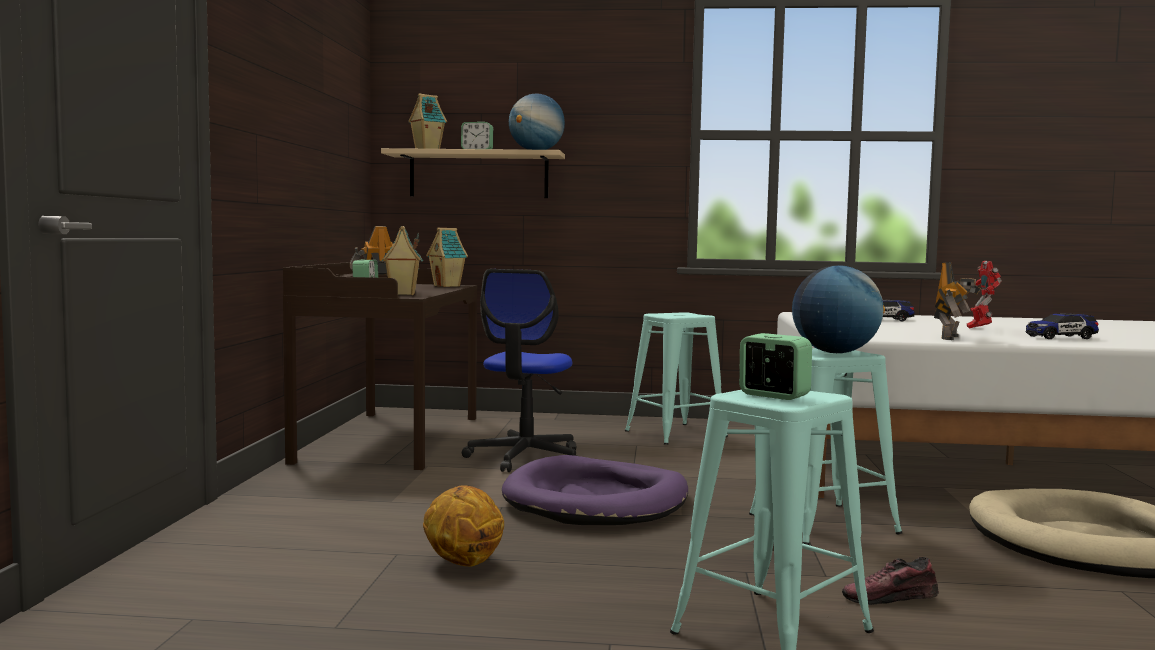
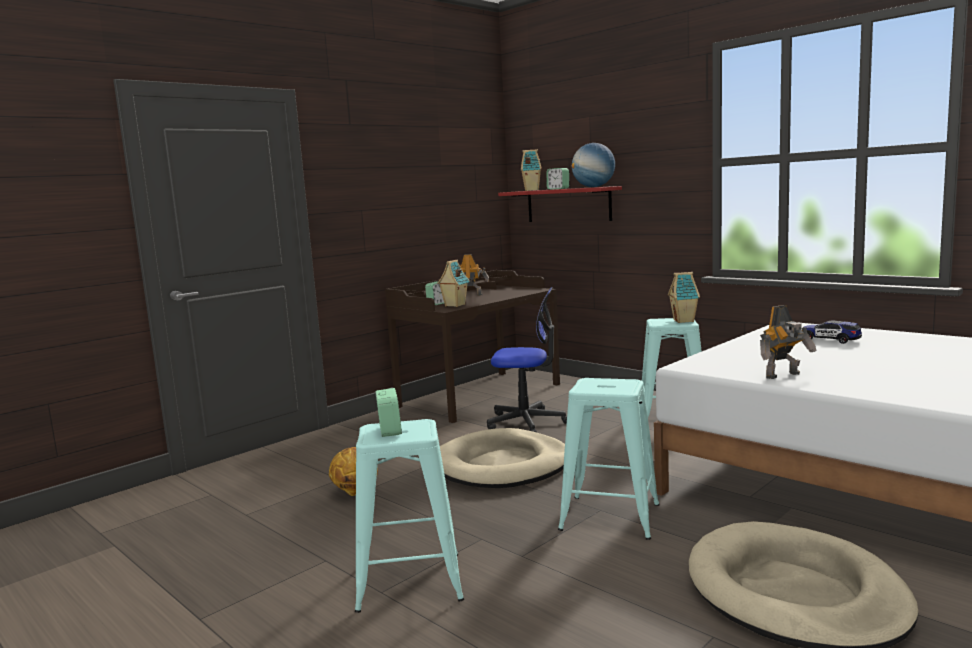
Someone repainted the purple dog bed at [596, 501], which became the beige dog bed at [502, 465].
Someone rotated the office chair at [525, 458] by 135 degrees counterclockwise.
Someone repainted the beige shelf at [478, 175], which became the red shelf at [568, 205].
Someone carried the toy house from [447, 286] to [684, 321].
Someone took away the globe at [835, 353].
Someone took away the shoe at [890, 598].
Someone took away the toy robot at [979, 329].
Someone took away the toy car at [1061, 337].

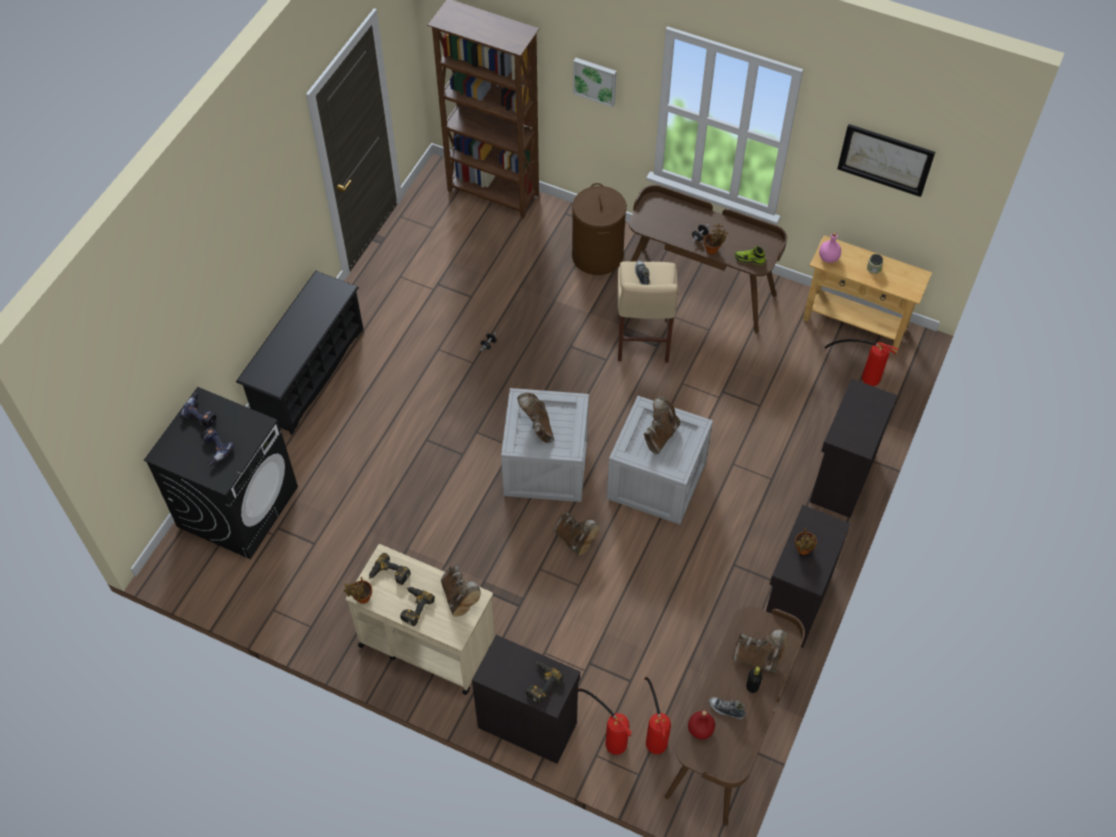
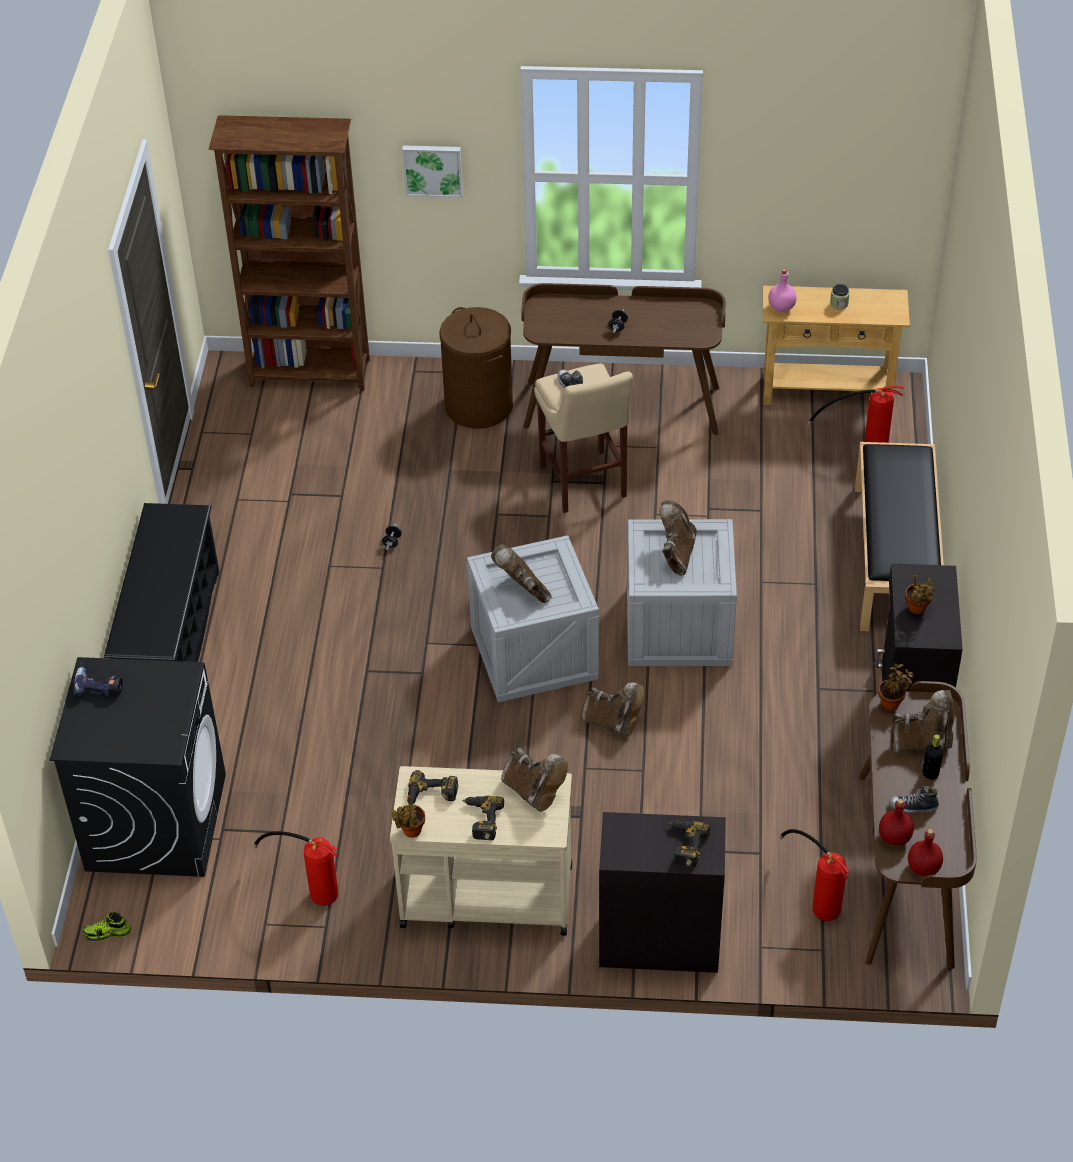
Someone carried the shoe from [749, 259] to [107, 933].
Someone carried the fire extinguisher from [608, 735] to [311, 888].
Someone swapped the black cabinet at [841, 478] for the black bench at [896, 558].
Someone carried the potted plant from [713, 249] to [891, 703].
Someone put down the red bottle at [923, 867].
Someone took away the power drill at [214, 449].
Someone took away the picture at [885, 159].

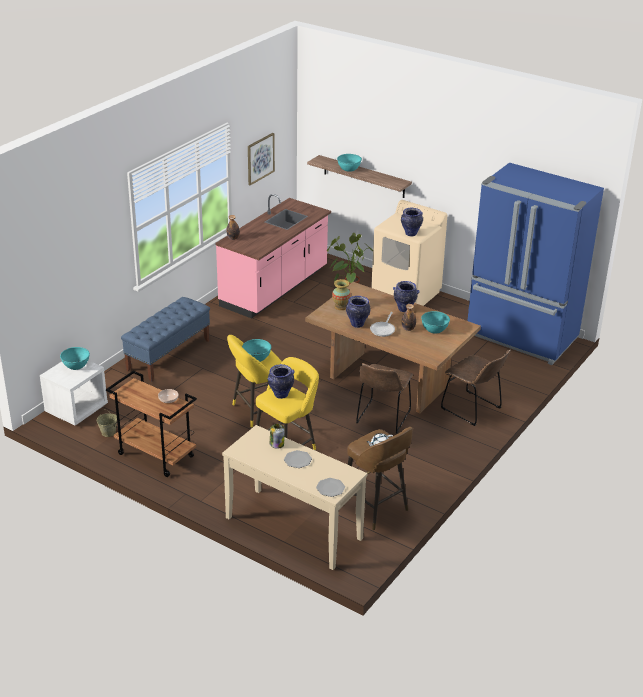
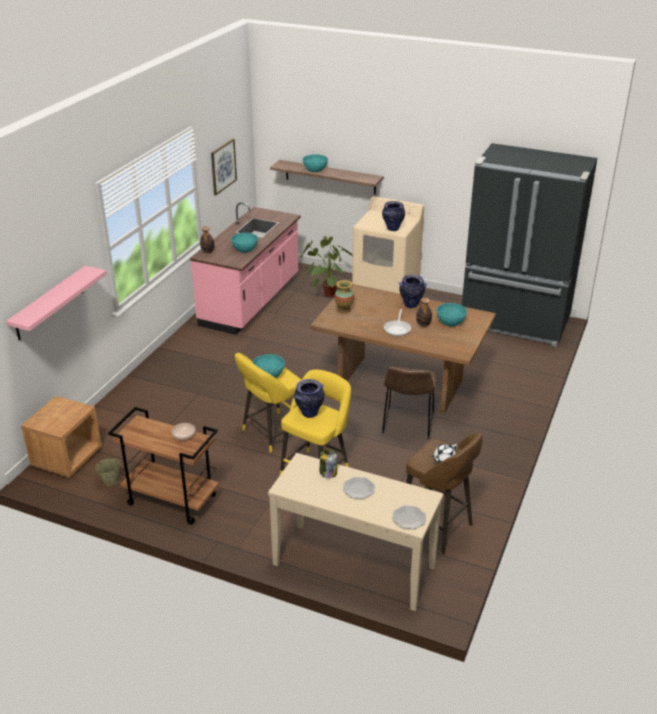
Someone put up the pink shelf at [49, 303].
Someone repainted the white nightstand at [76, 409], which became the brown nightstand at [67, 458].
Someone carried the turquoise bowl from [76, 365] to [245, 249].
Someone repainted the blue fridge at [521, 338], which became the black fridge at [515, 323].
Someone took away the blue bench at [168, 355].
Someone took away the vase at [357, 324].
Someone took away the brown chair at [473, 409].

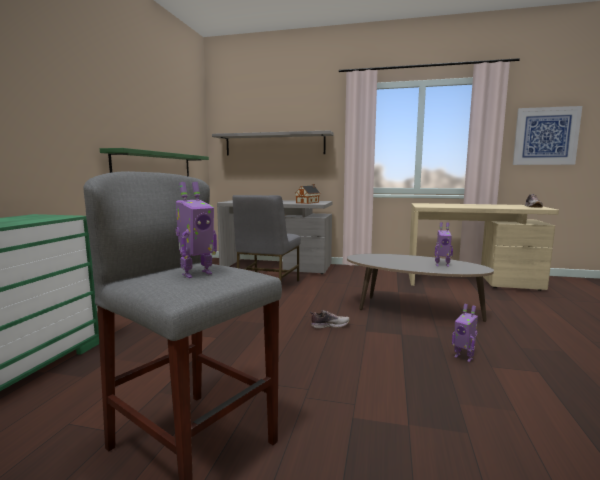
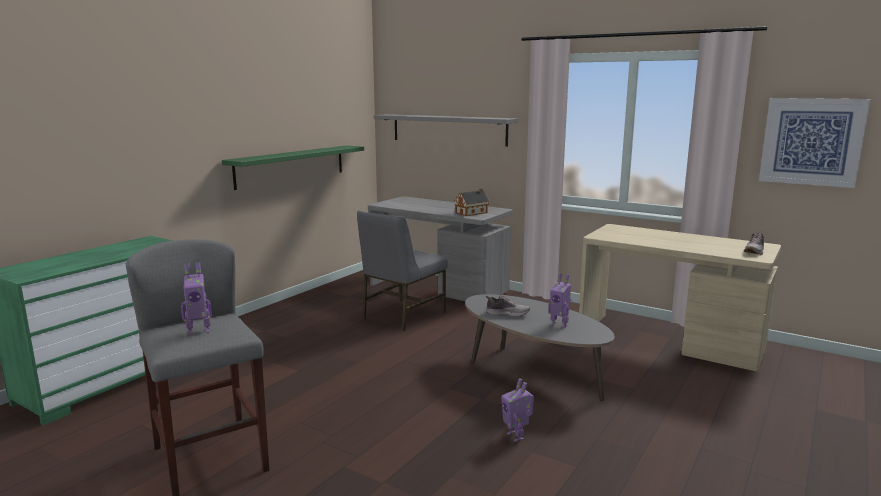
Someone carried the shoe from [329, 325] to [507, 313].

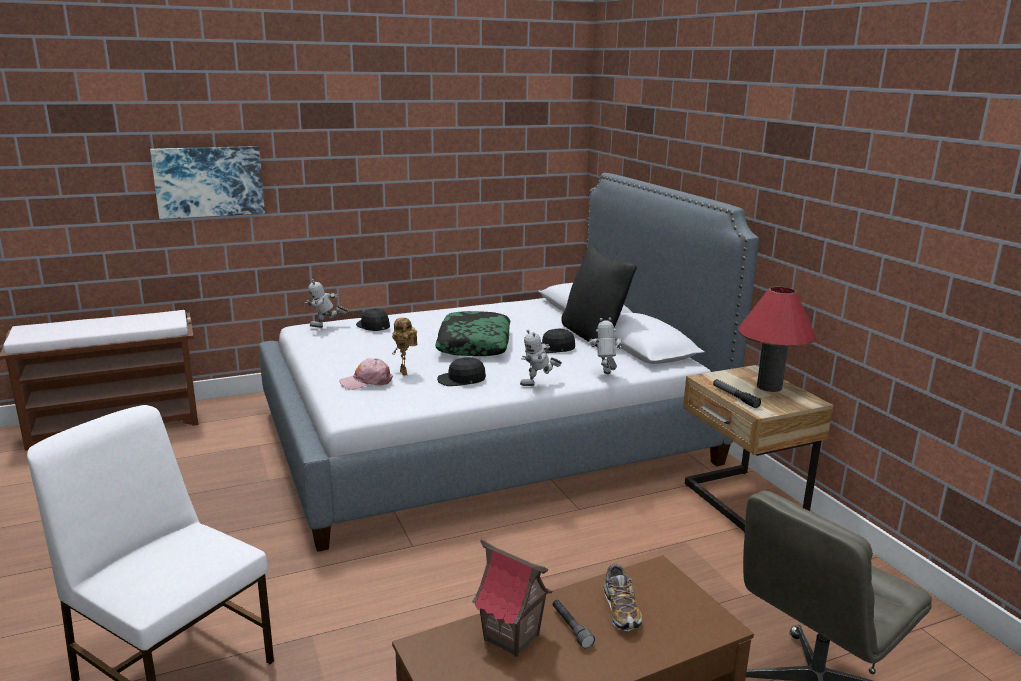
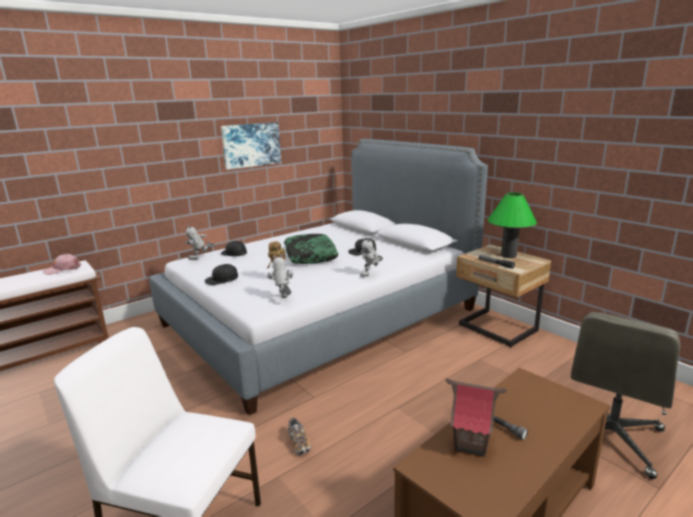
Someone carried the pink cap from [366, 382] to [63, 269].
Someone carried the black cap from [461, 379] to [222, 279].
Someone carried the picture from [209, 181] to [251, 145].
Someone carried the toy robot from [605, 375] to [283, 299].
Someone carried the shoe from [621, 610] to [299, 443].
Someone repainted the red table lamp at [769, 387], which became the green table lamp at [508, 255].
Someone took away the black pillow at [594, 336].

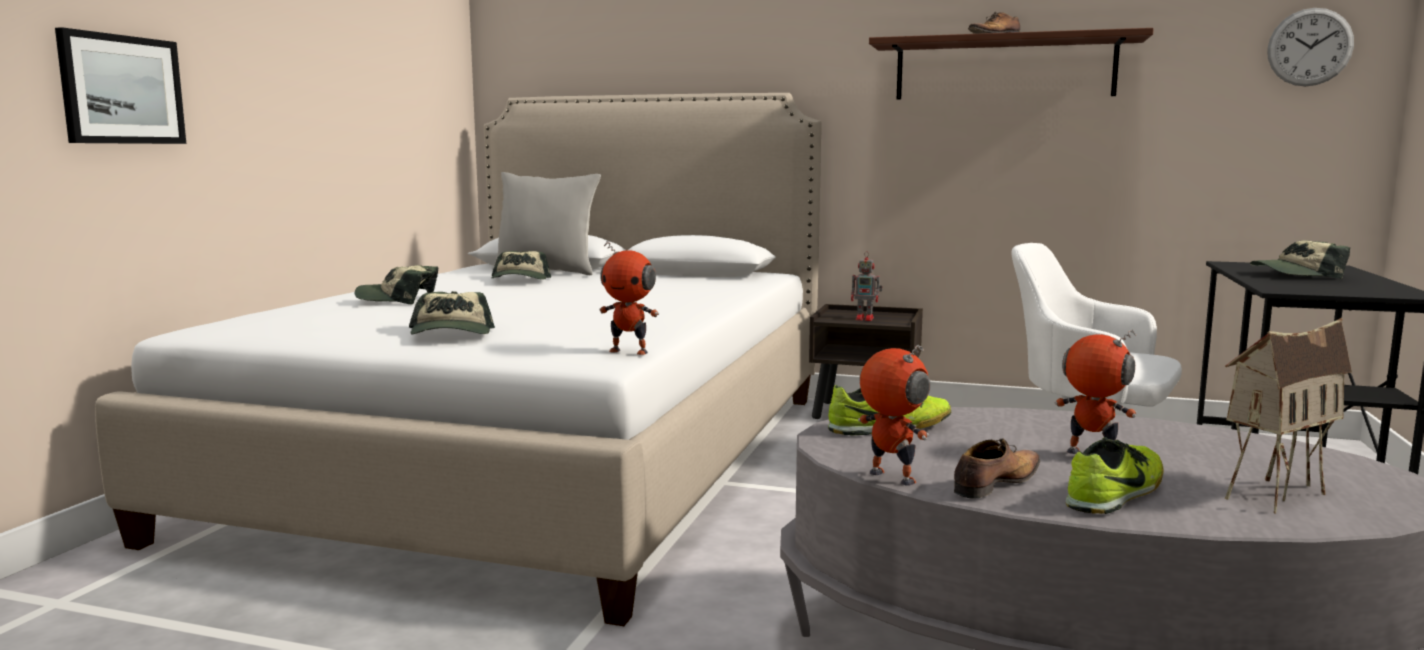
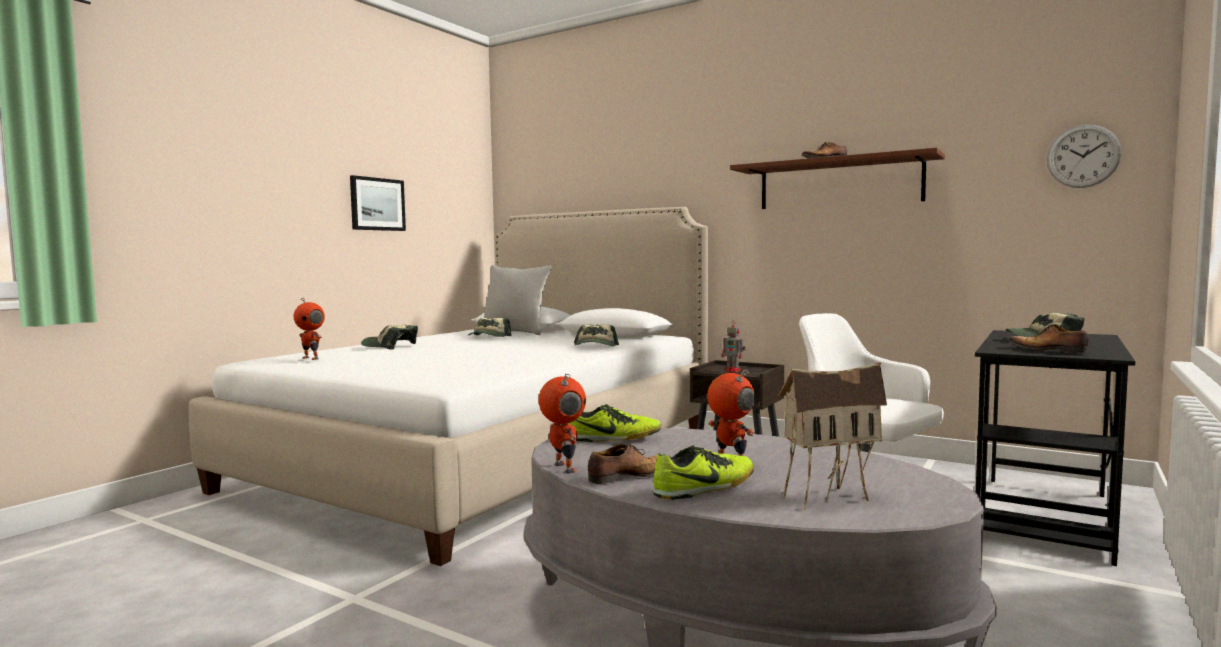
Someone carried the toy robot from [629, 351] to [311, 358].
Someone carried the picture from [121, 90] to [377, 204].
Someone carried the cap from [451, 334] to [595, 347].
Someone put down the shoe at [1048, 350].

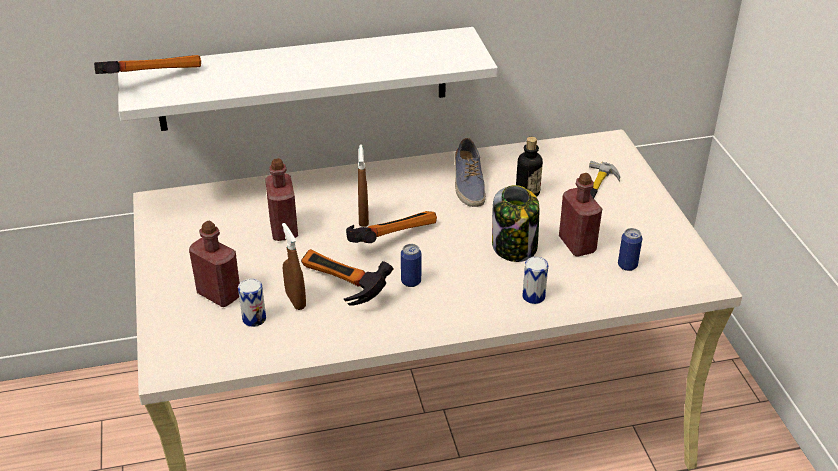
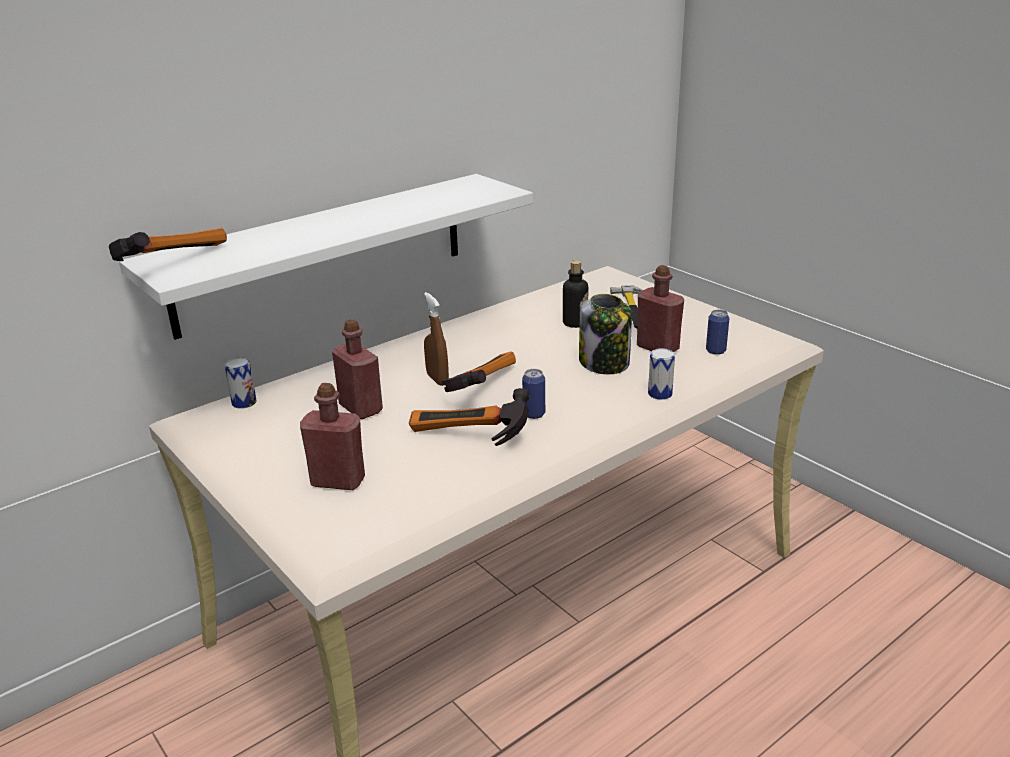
Someone carried the can from [254, 319] to [244, 402].
Someone took away the brown spray bottle at [295, 300].
Someone took away the shoe at [468, 185].

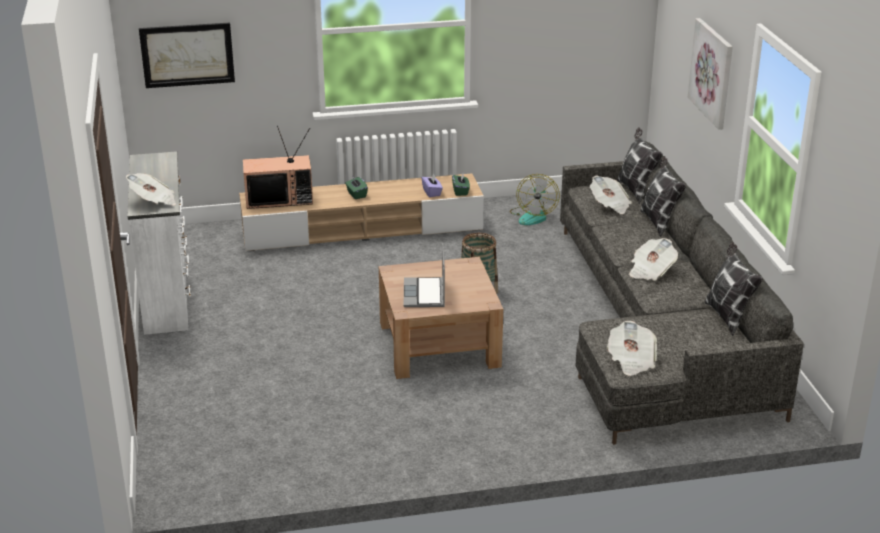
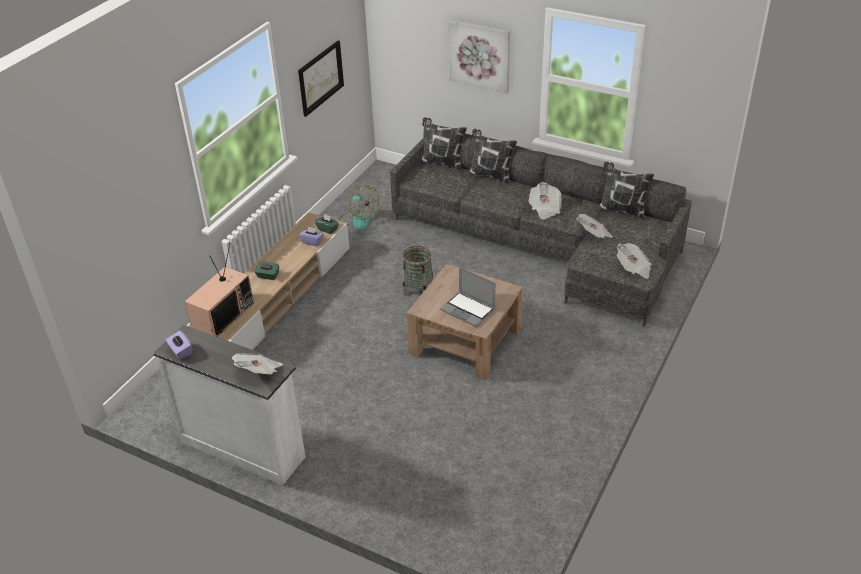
Someone put down the purple tissue box at [180, 351].
Someone carried the picture from [187, 54] to [320, 77].
Someone carried the newspaper from [610, 205] to [593, 235].

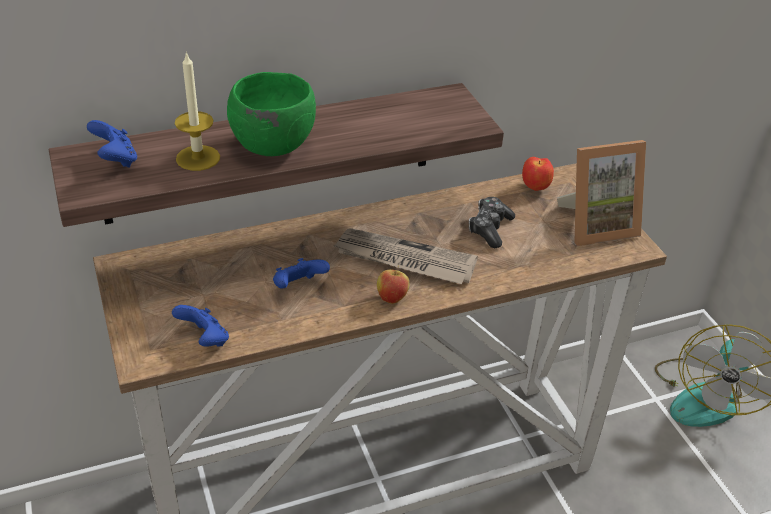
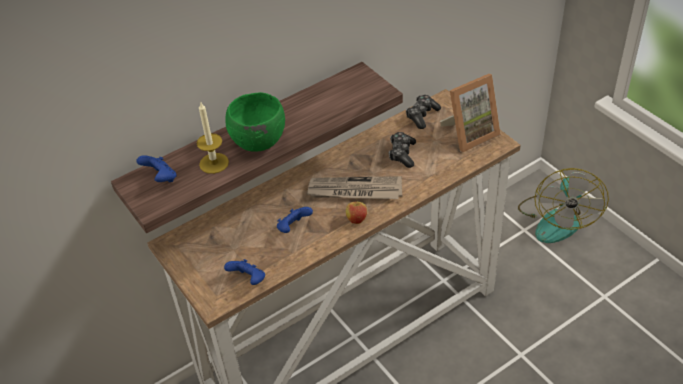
Someone swapped the apple at [535, 187] for the game controller at [422, 116].

